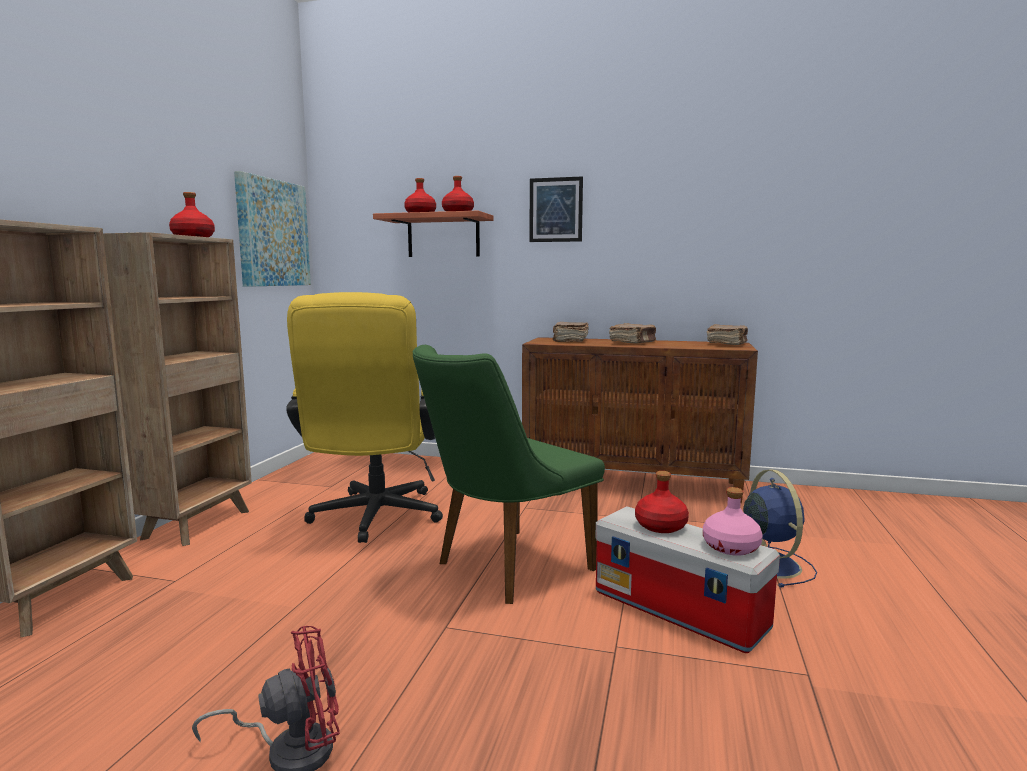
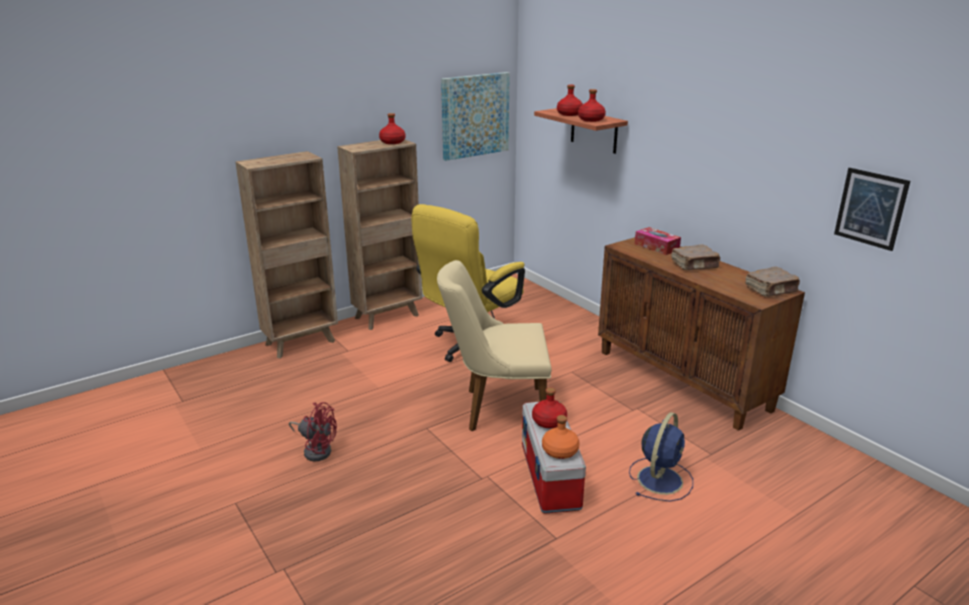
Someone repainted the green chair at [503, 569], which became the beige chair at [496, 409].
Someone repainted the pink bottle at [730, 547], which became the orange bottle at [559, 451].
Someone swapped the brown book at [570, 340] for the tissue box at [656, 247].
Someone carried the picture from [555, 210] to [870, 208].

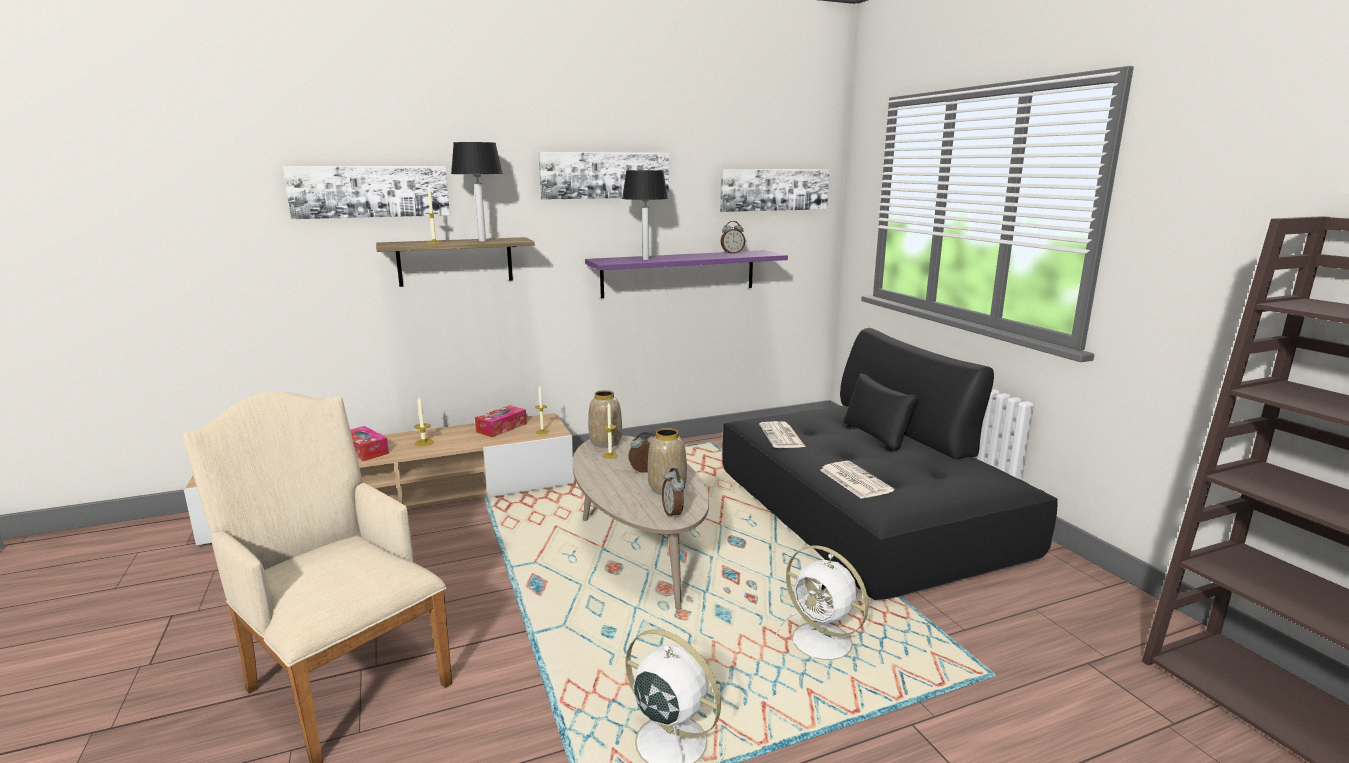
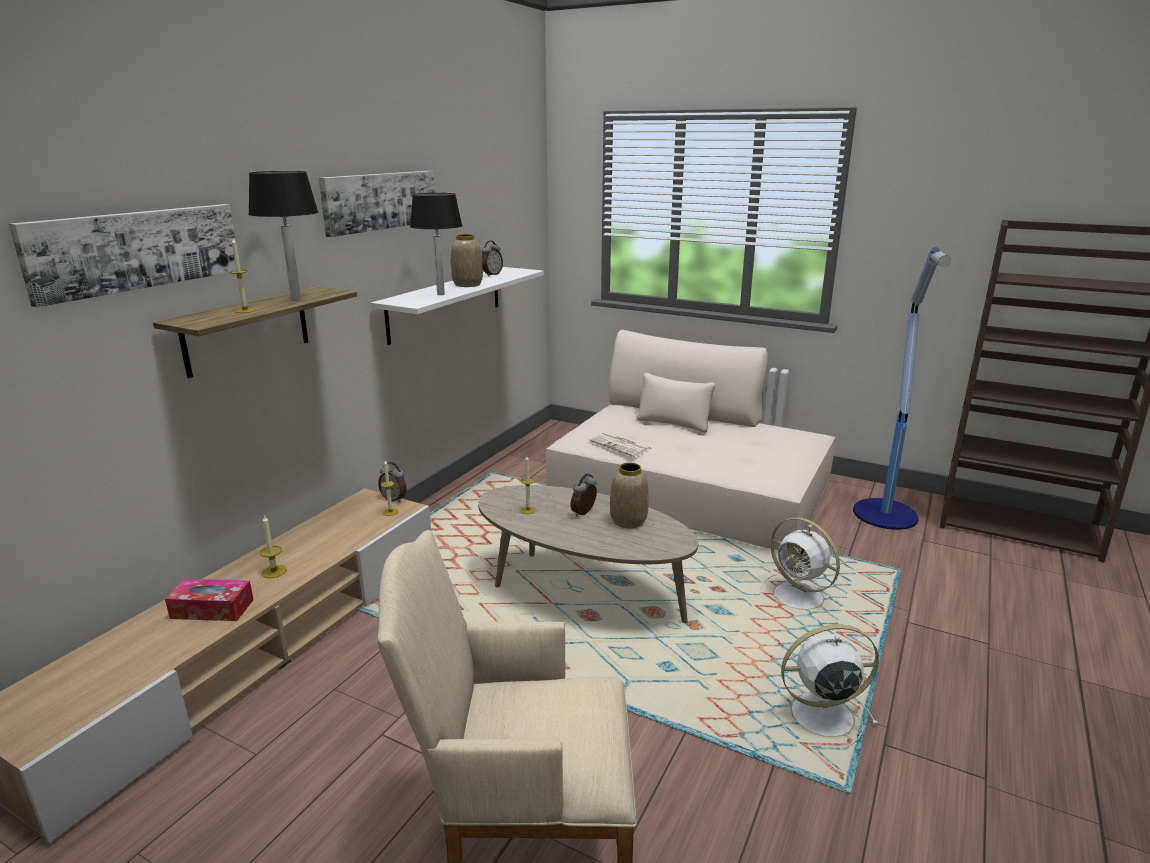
Someone repainted the purple shelf at [679, 273], which became the white shelf at [446, 303].
Someone carried the alarm clock from [673, 513] to [394, 499].
Someone carried the vase from [606, 442] to [468, 285].
Someone repainted the black sofa at [866, 513], which became the beige sofa at [691, 491].
Someone rotated the white fan at [824, 643] by 45 degrees clockwise.
Someone put down the floor lamp at [886, 515].
Someone took away the tissue box at [501, 428].
Someone took away the picture at [774, 189].
Someone took away the newspaper at [854, 480].

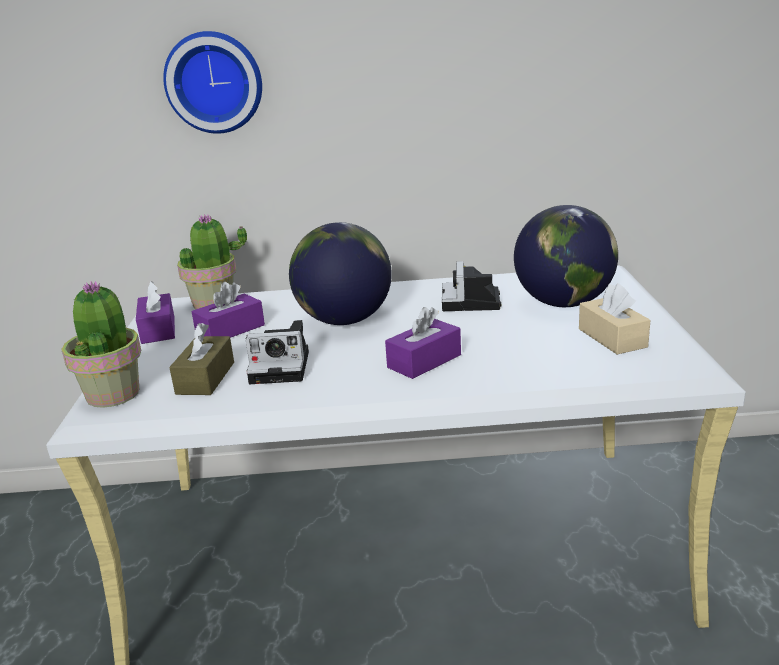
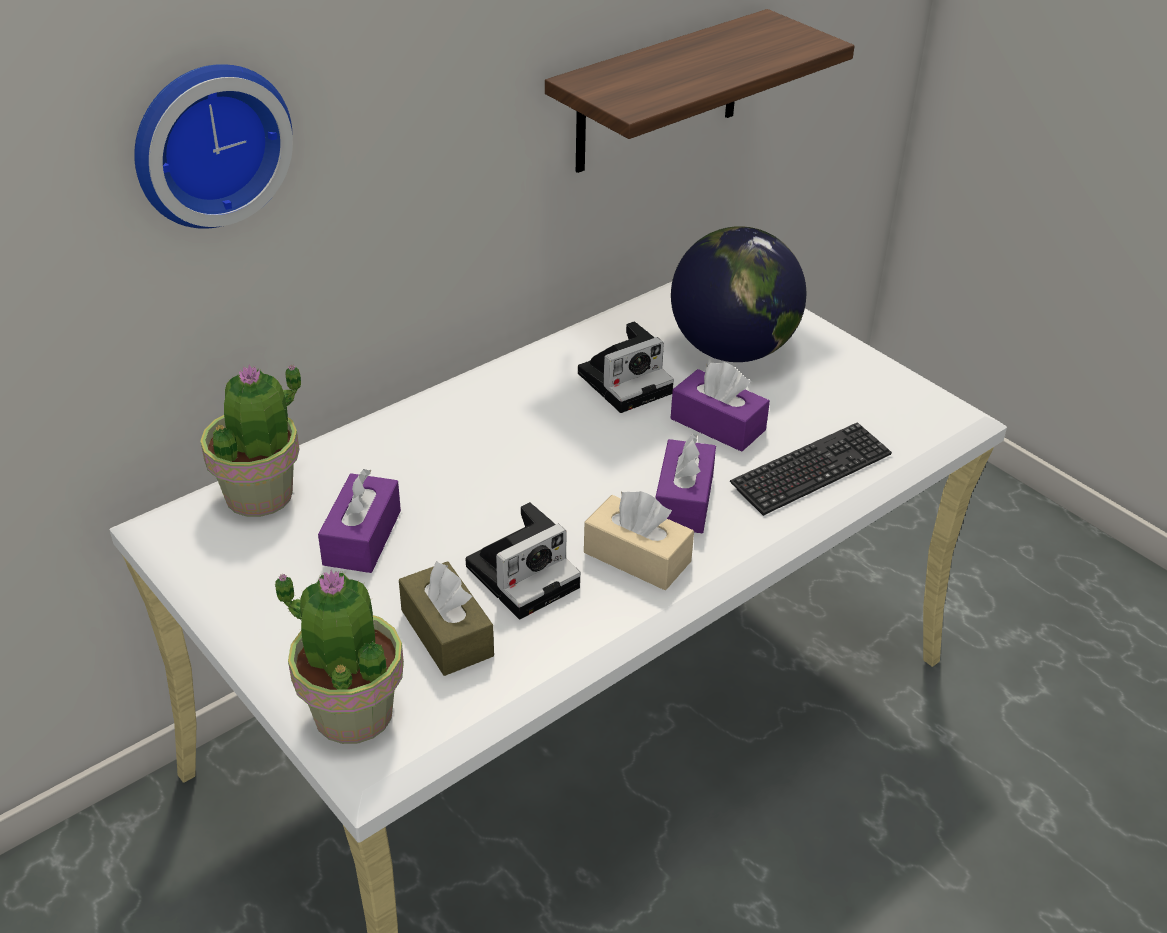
Someone put up the shelf at [659, 93].
Someone rotated the photo camera at [471, 303] by 90 degrees counterclockwise.
Someone carried the beige tissue box from [612, 338] to [637, 557].
Someone carried the purple tissue box from [158, 329] to [717, 424].
Someone put down the keyboard at [811, 471].
Someone took away the globe at [344, 320].

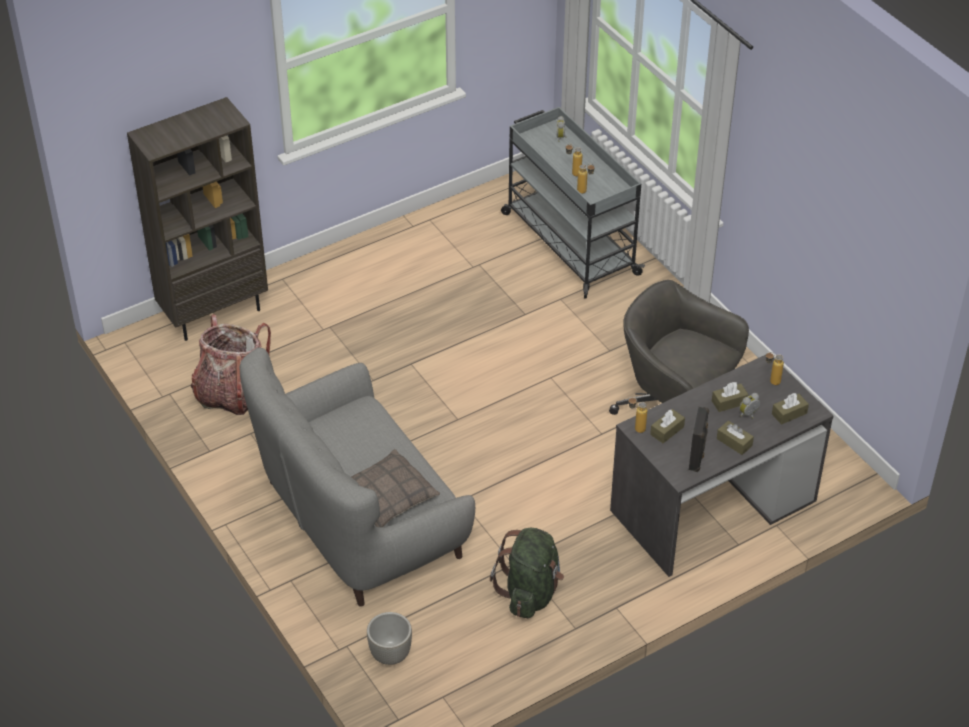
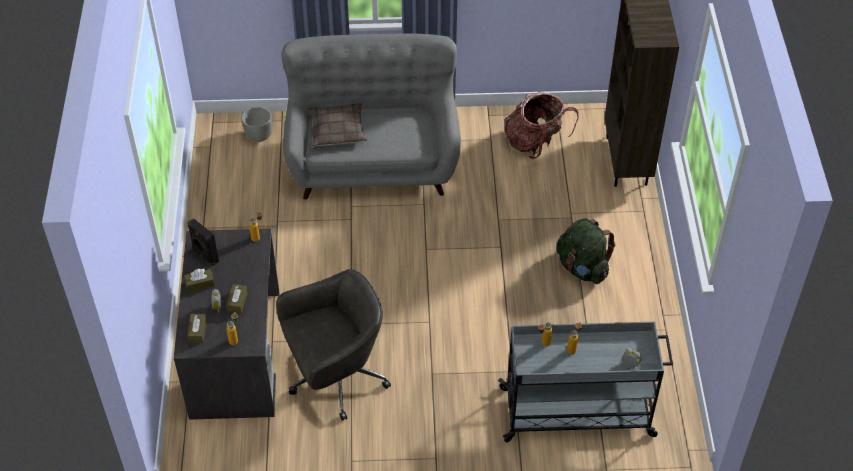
Someone carried the green backpack from [530, 592] to [582, 268].
Someone took away the brown tissue box at [667, 431].

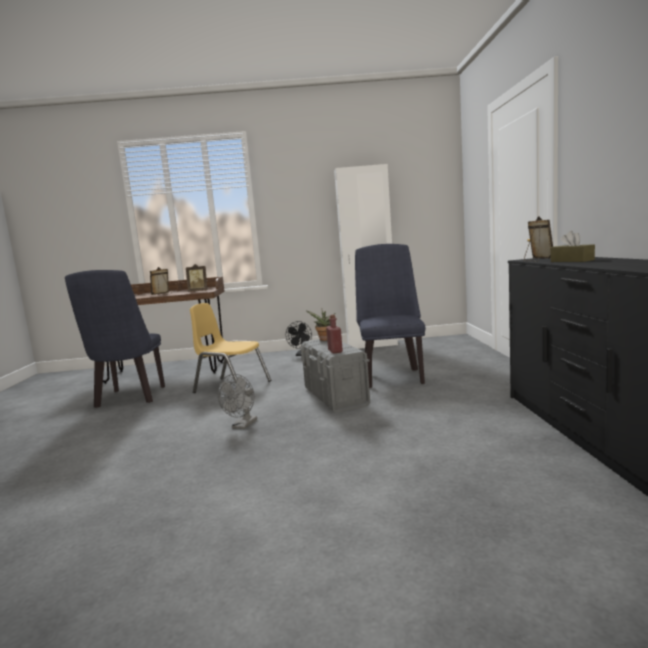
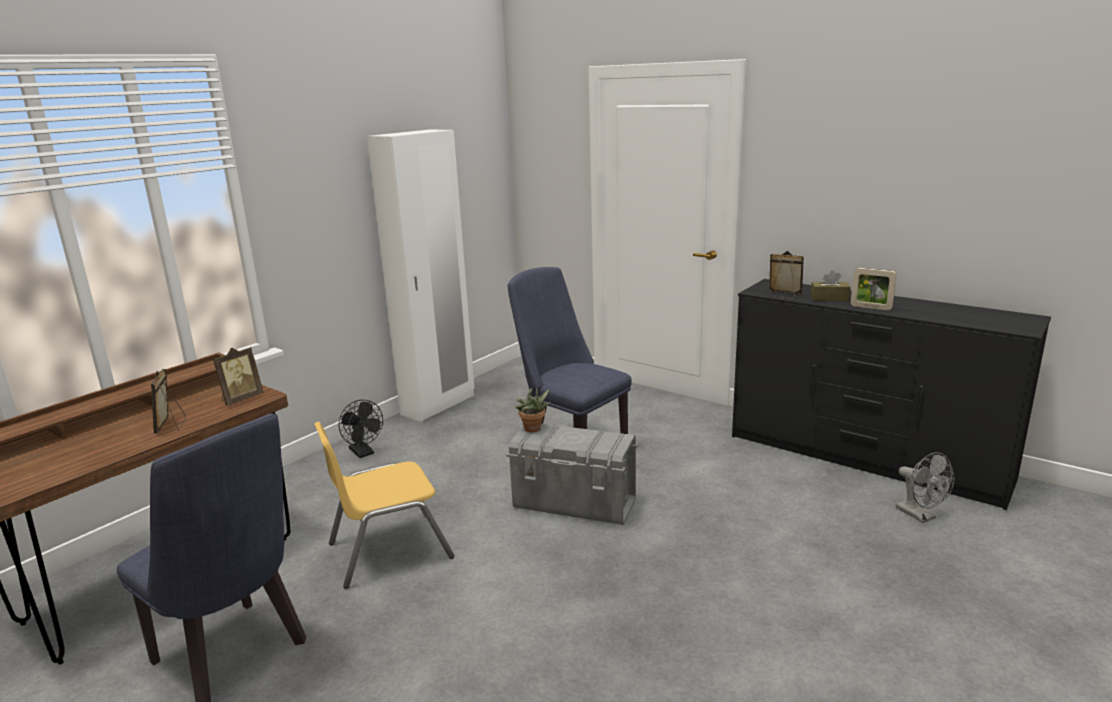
Someone put down the picture frame at [871, 307].
Someone carried the grey fan from [242, 426] to [920, 516].
Someone took away the red bottle at [335, 351].

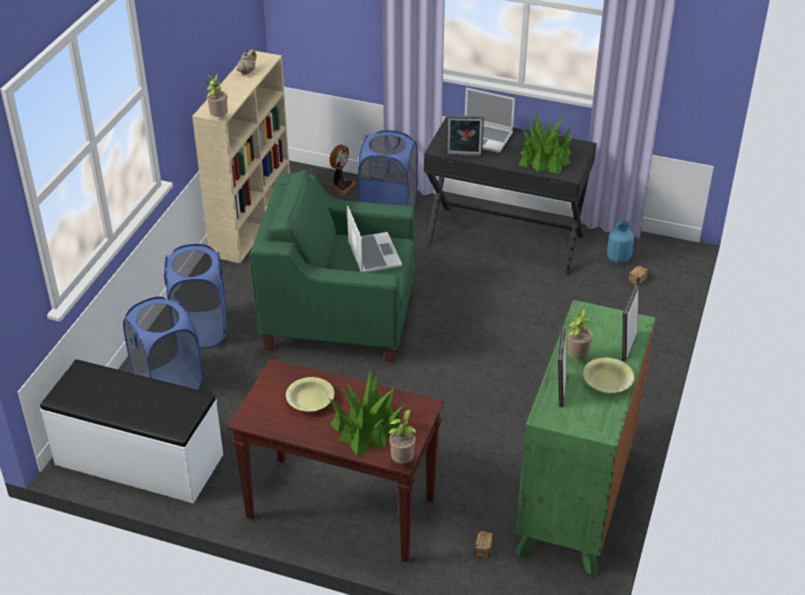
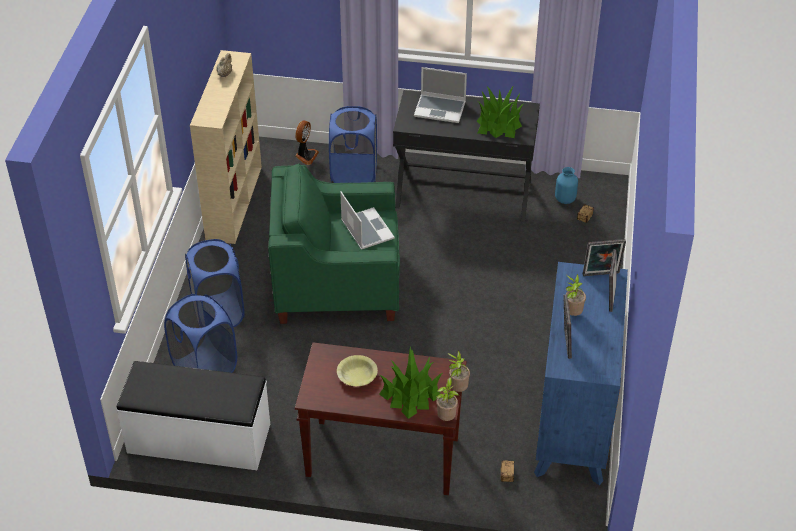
Someone carried the potted plant from [218, 118] to [457, 389].
Someone repainted the green dresser at [576, 501], which became the blue dresser at [573, 423].
Someone carried the picture frame from [463, 156] to [601, 275].
Someone took away the yellow bowl at [607, 382].

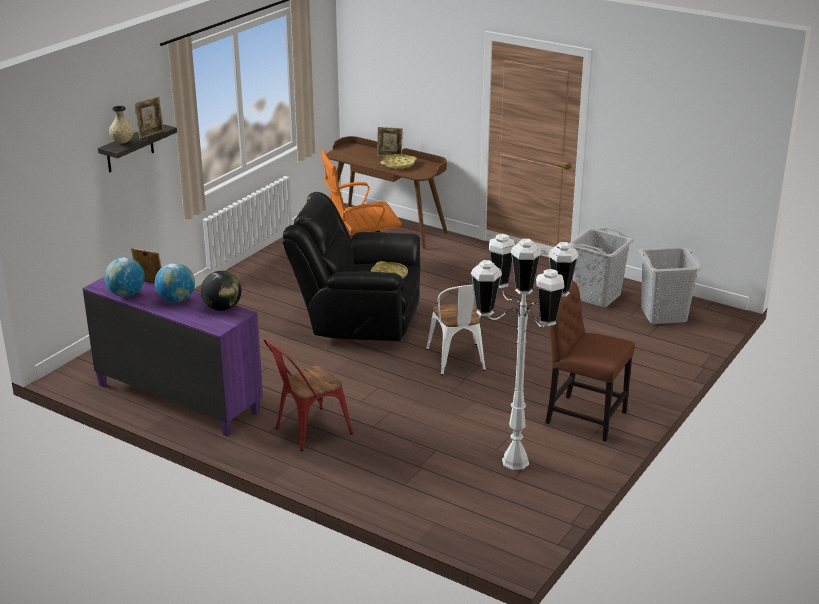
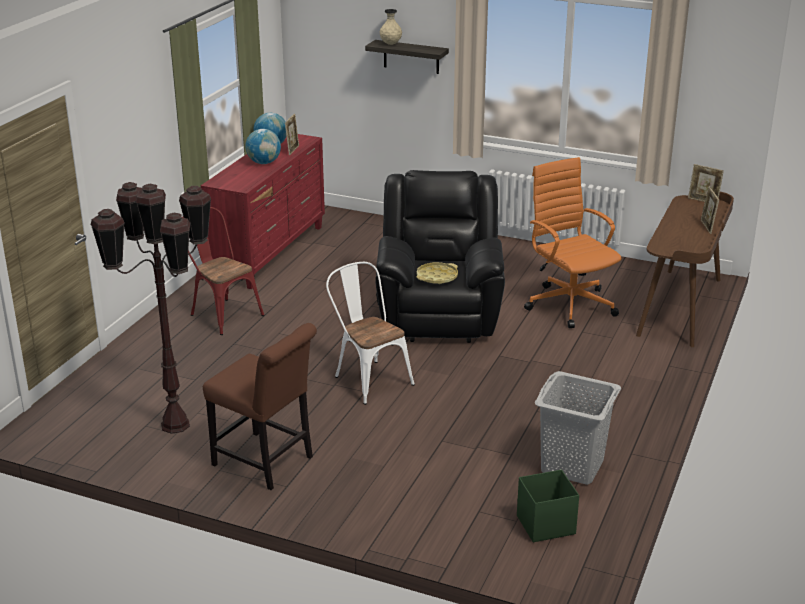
Someone repainted the white floor lamp at [515, 462], which became the brown floor lamp at [174, 425].
Someone repainted the purple dresser at [178, 398], which became the red dresser at [270, 253].
Someone rotated the brown chair at [581, 417] by 105 degrees clockwise.
Someone rotated the white chair at [458, 362] by 75 degrees clockwise.
Someone swapped the grey laundry basket at [664, 315] for the green storage box at [544, 525].
Someone carried the picture frame from [151, 134] to [703, 201].
Someone took away the globe at [222, 308].
Someone took away the yellow tray at [398, 164].

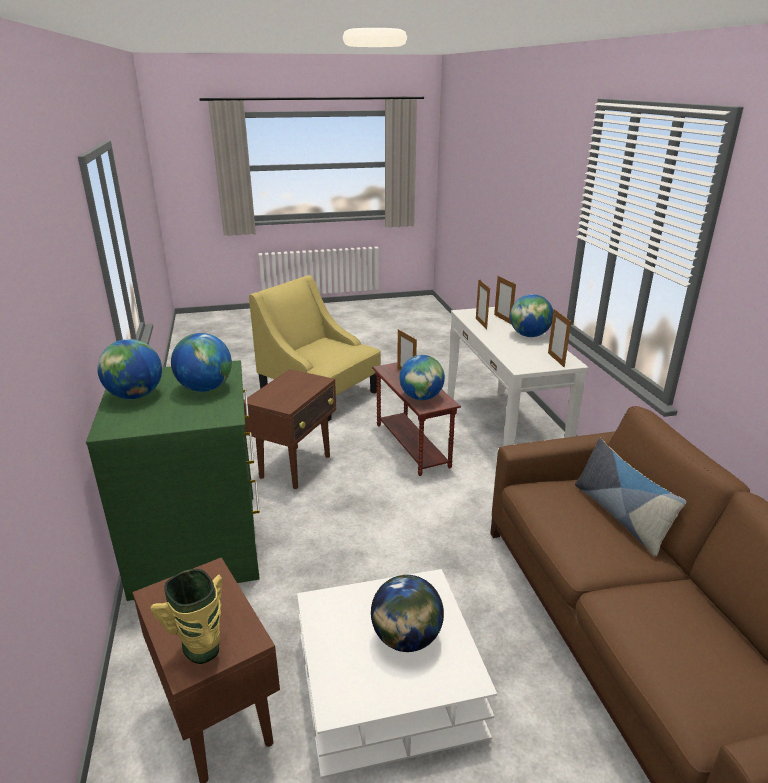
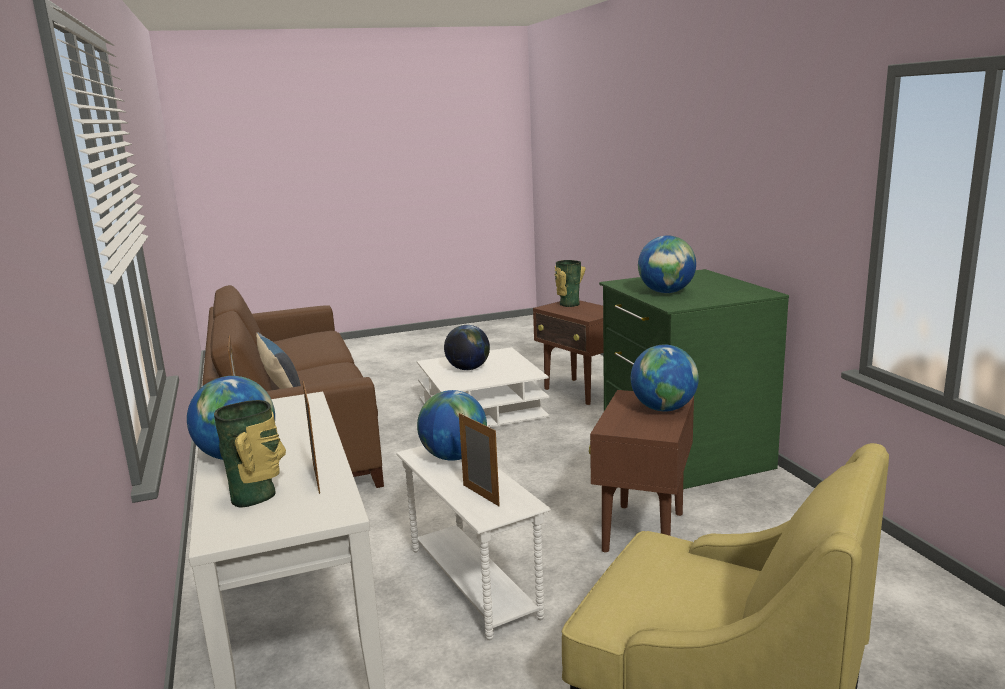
Someone swapped the picture frame at [503, 319] for the vase at [256, 496].
Someone repainted the brown side table at [412, 445], which became the white side table at [472, 584].
Someone carried the globe from [135, 396] to [663, 409].

